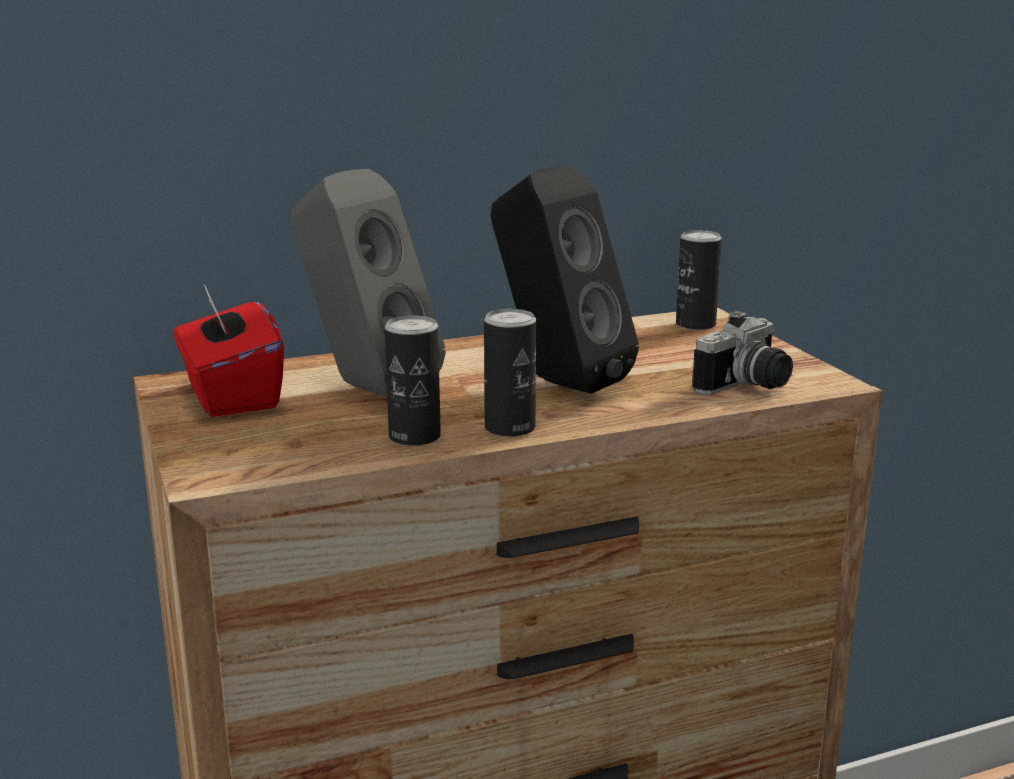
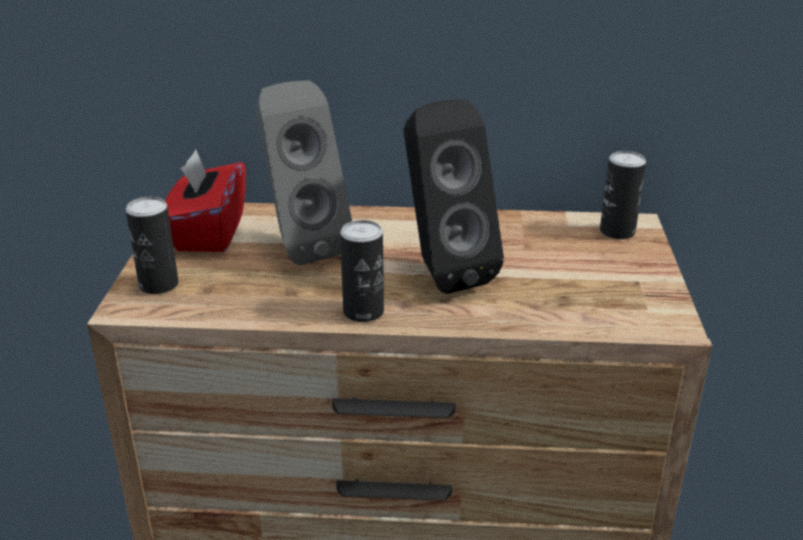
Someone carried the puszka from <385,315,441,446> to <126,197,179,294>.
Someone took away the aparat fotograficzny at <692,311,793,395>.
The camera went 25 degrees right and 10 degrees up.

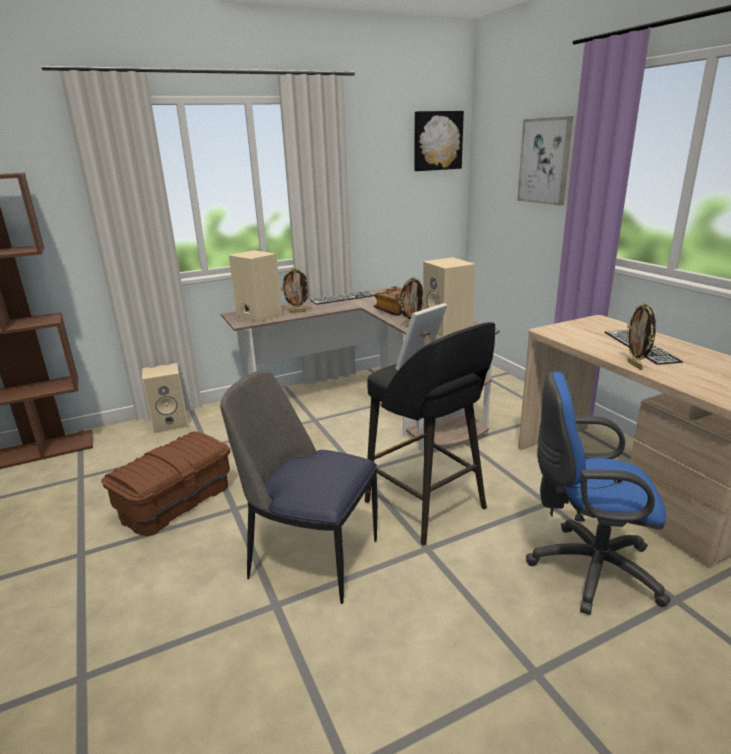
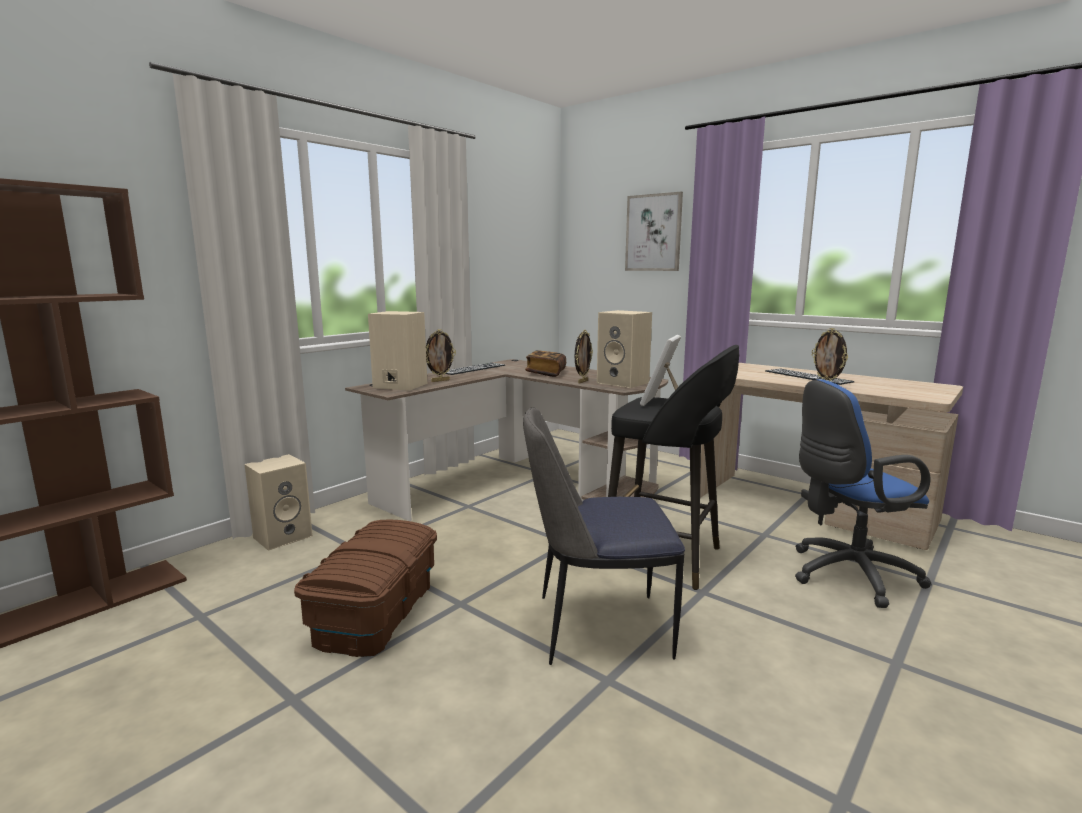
Someone took away the obraz at <414,111,464,171>.
The camera went 25 degrees left and 10 degrees down.

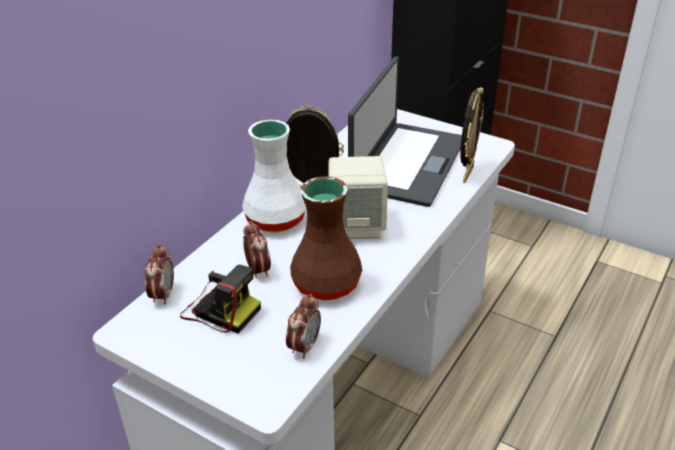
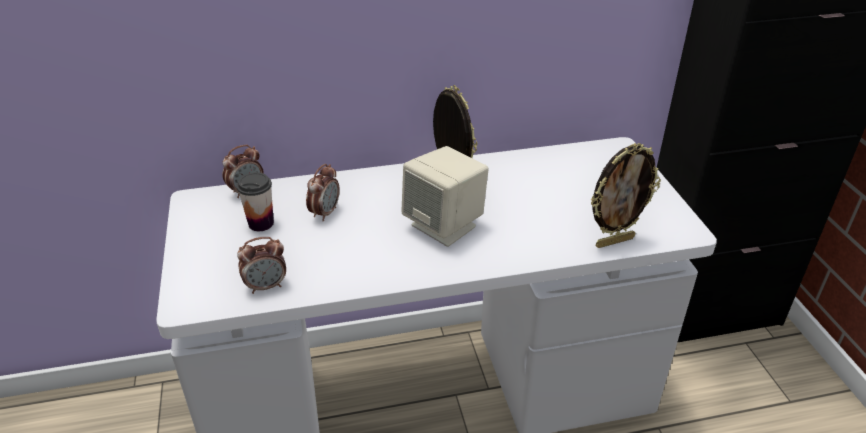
Someone swapped the aparat fotograficzny at <180,265,261,334> for the filiżanka at <237,172,274,231>.
Someone took away the wazon/biały at <242,120,306,233>.
Someone took away the wazon/brązowy at <290,176,362,300>.
Someone took away the laptop at <348,56,462,207>.
The camera went 45 degrees right and 0 degrees up.

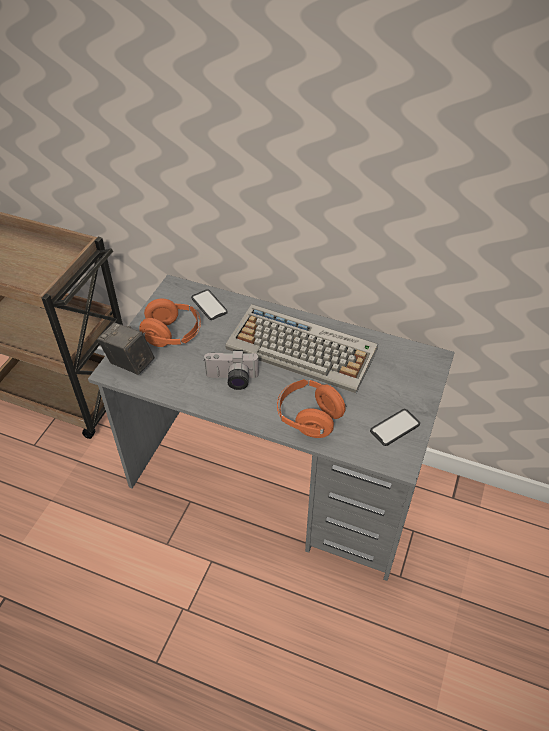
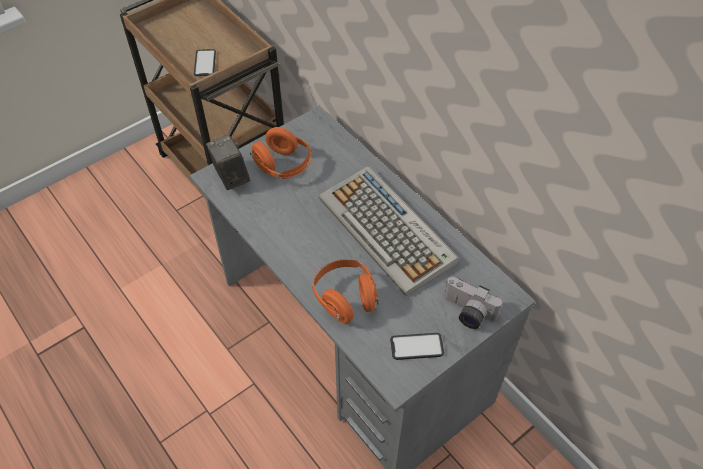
Someone carried the telefon from <191,289,228,320> to <194,49,216,76>.
Someone carried the aparat fotograficzny from <203,350,259,390> to <444,277,502,329>.
The camera went 30 degrees right and 5 degrees up.

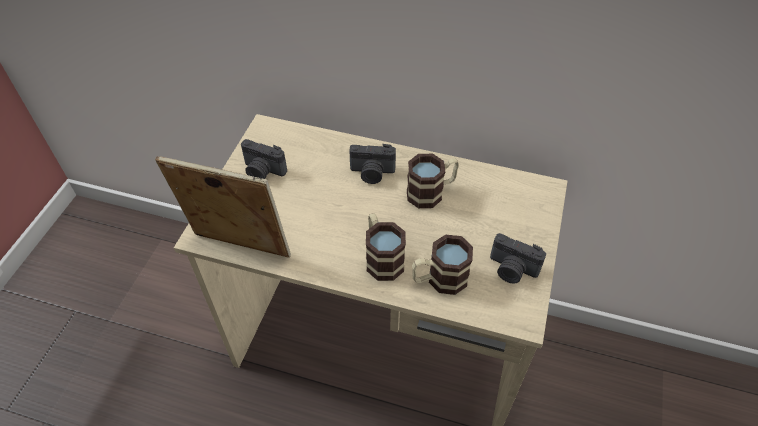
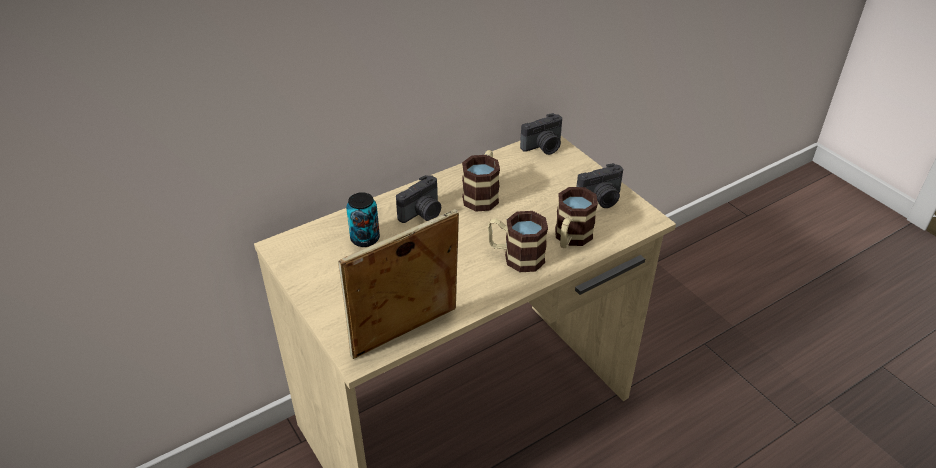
Someone carried the aparat fotograficzny from <241,139,287,179> to <520,113,562,155>.
Someone put down the puszka at <346,192,380,247>.
The camera went 50 degrees left and 10 degrees down.

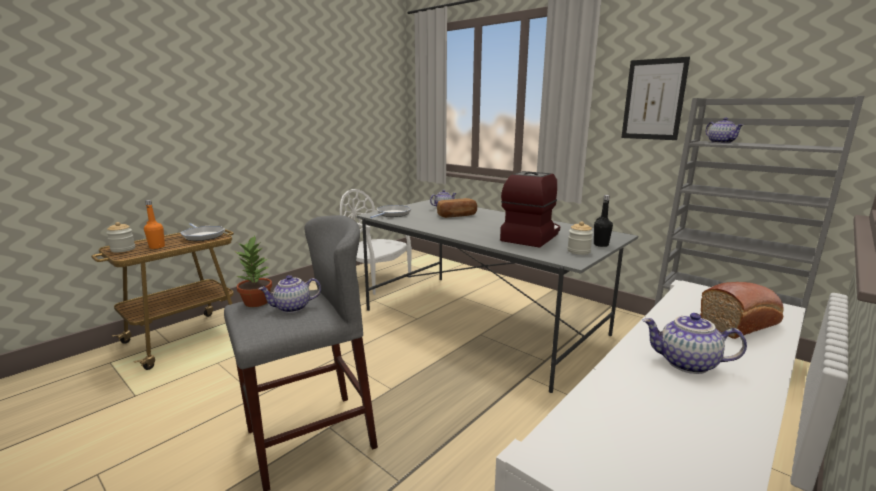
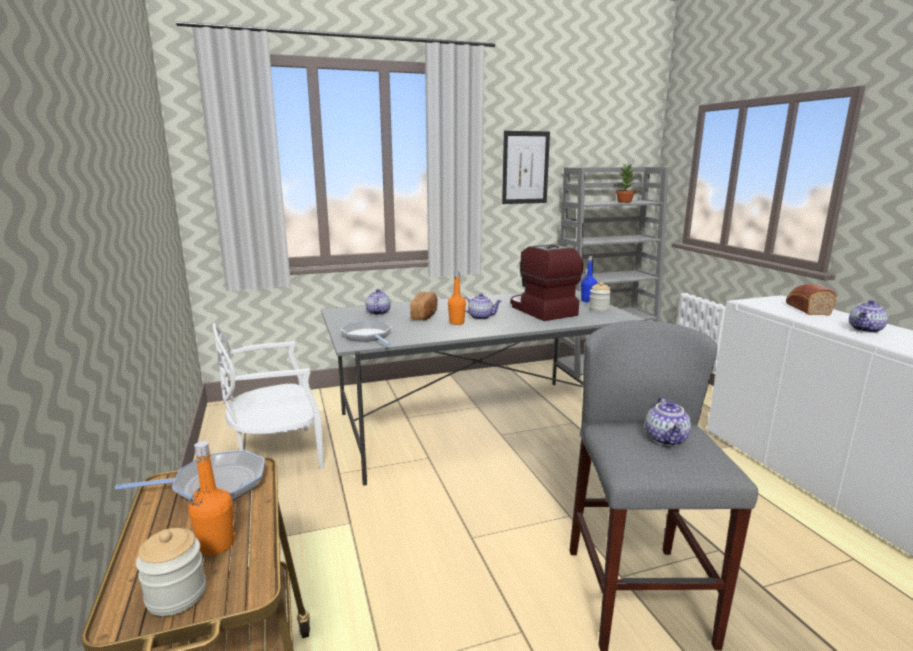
Someone carried the roślina doniczkowa from <236,236,272,307> to <616,162,635,203>.
Someone repainted the butelka/czarny at <594,195,613,247>, which became the butelka/niebieski at <581,256,597,302>.
Someone carried the imbryk from <706,118,743,144> to <464,293,502,320>.
Someone put down the butelka/pomarańczowy at <448,271,466,325>.
The camera went 60 degrees left and 0 degrees up.

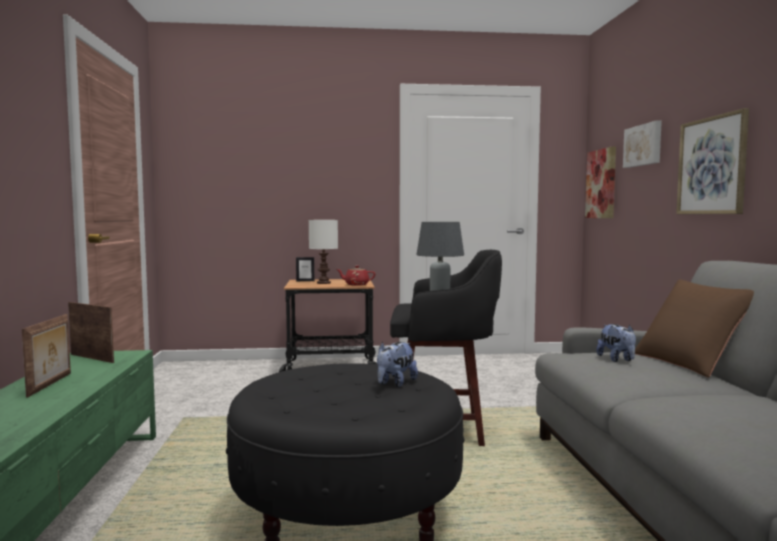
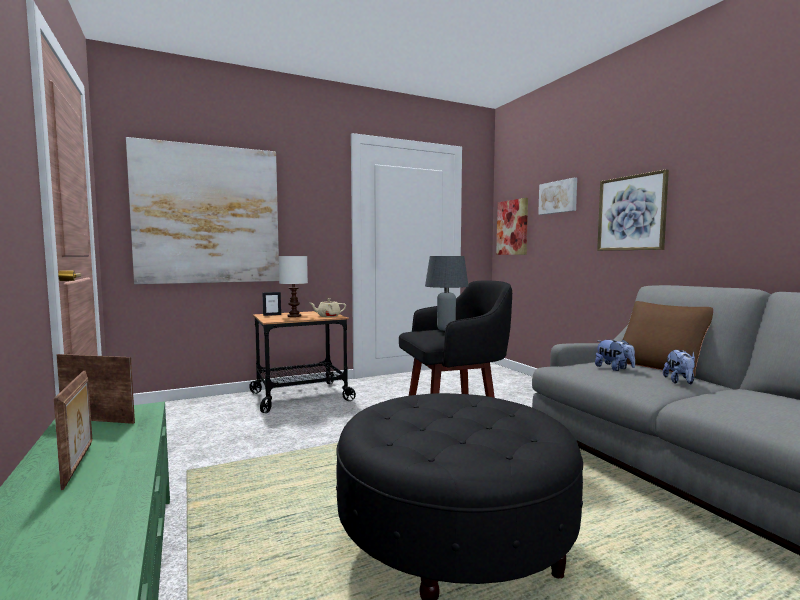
Someone repainted the imbryk/czerwony at <336,266,375,286>, which became the imbryk/beżowy at <310,298,346,317>.
Someone carried the pluszak from <377,342,418,387> to <663,350,695,384>.
Someone put up the obraz at <126,137,279,284>.
The camera went 20 degrees left and 0 degrees up.

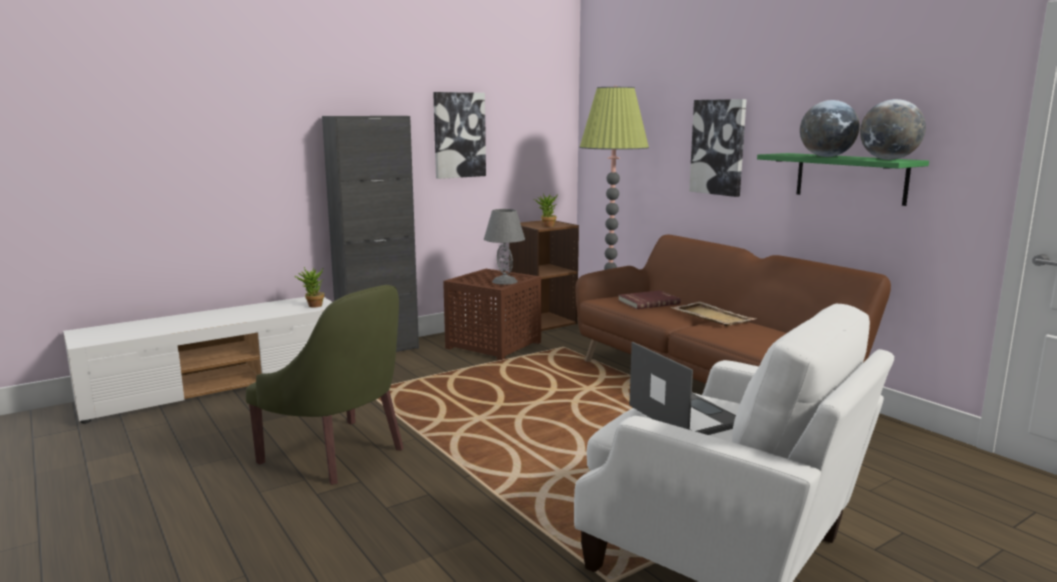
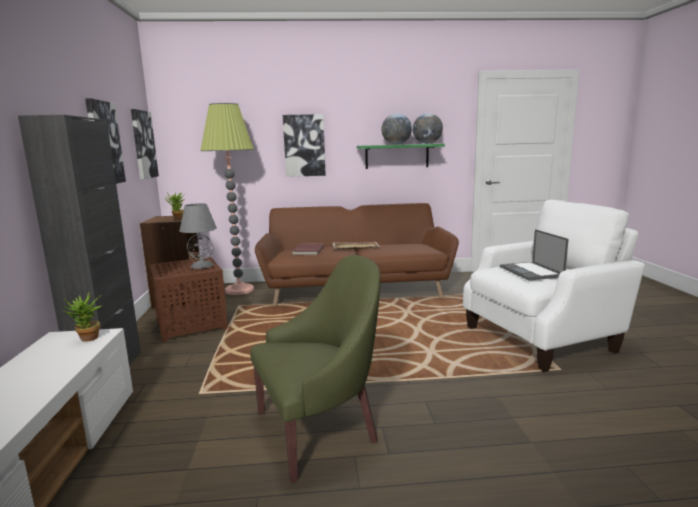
Someone rotated the laptop at <629,342,736,435> by 105 degrees counterclockwise.
Someone put up the obraz at <131,109,159,179>.
The camera went 60 degrees left and 0 degrees up.

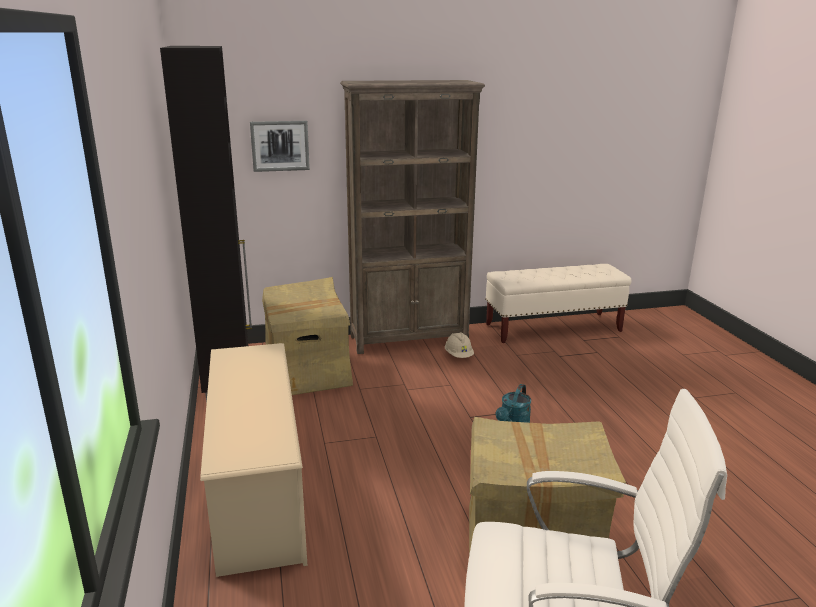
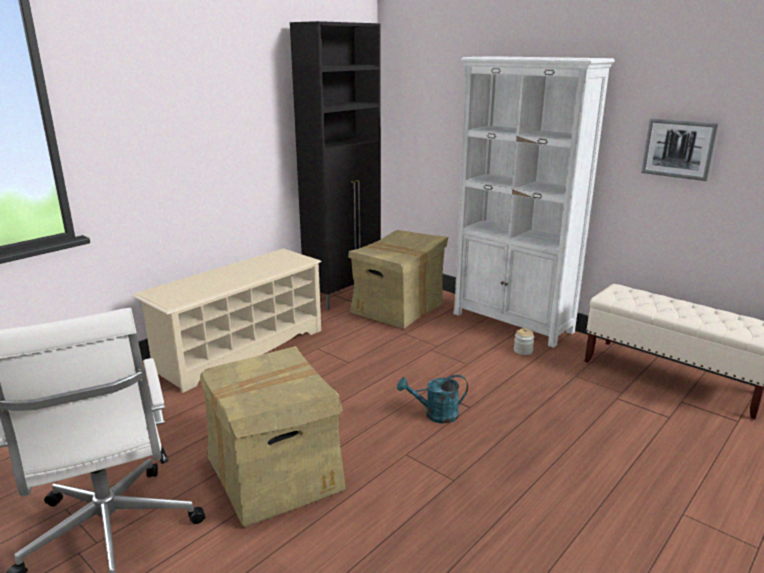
Someone carried the obraz from <250,121,310,172> to <641,118,719,181>.
Someone repainted the regał/brązowy at <340,80,485,354>, which became the regał/biały at <454,56,615,348>.
Someone swapped the kask/beżowy at <445,332,474,358> for the słoik at <514,328,534,355>.
The camera went 55 degrees right and 0 degrees up.

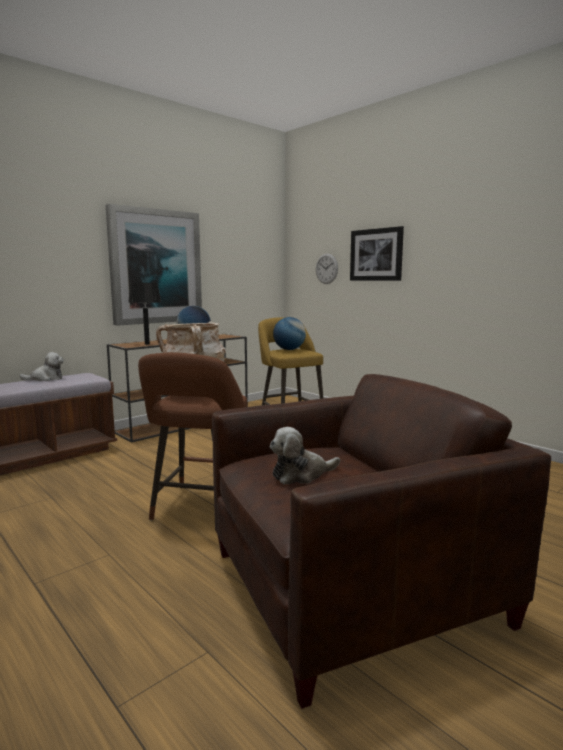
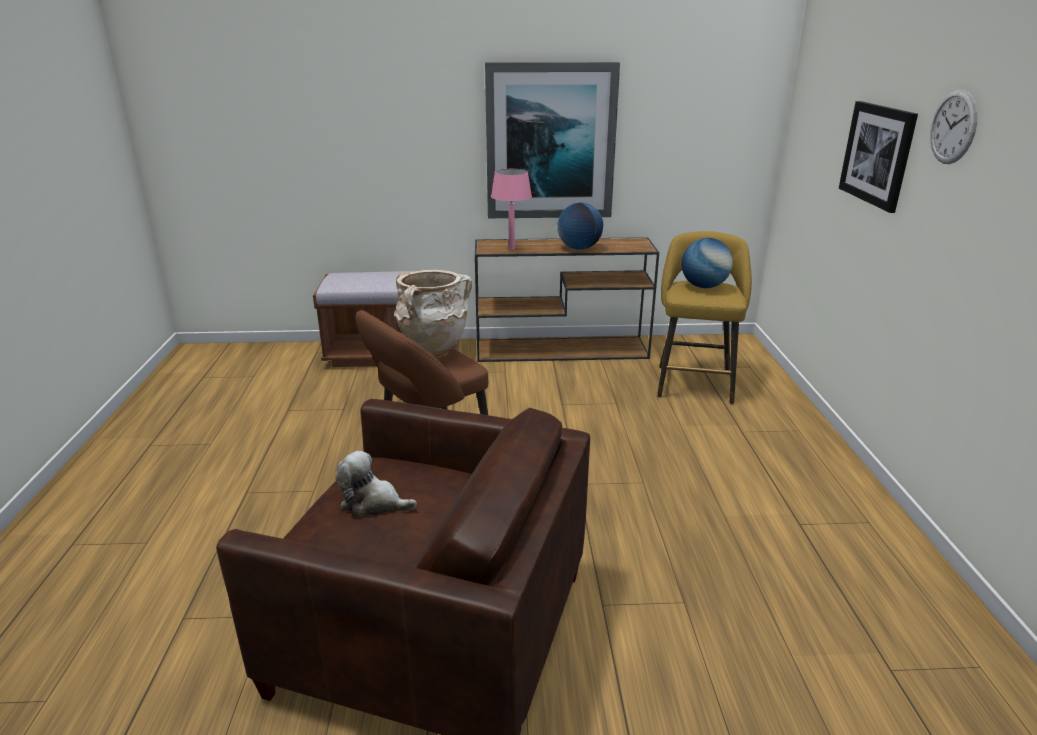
Someone took away the pluszak at <19,352,64,381>.
Someone repainted the lampa stołowa/czarny at <128,283,162,345>, which became the lampa stołowa/różowy at <491,169,532,250>.
Someone carried the zegar ścienny from <316,254,338,284> to <930,90,978,164>.
The camera went 40 degrees right and 15 degrees up.

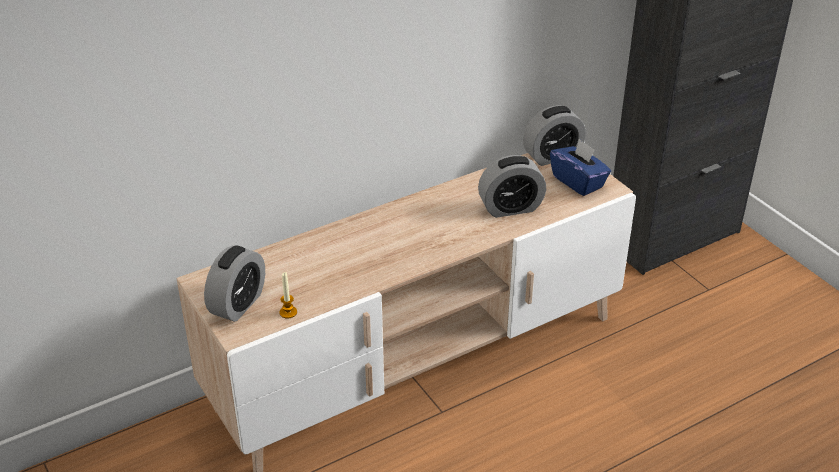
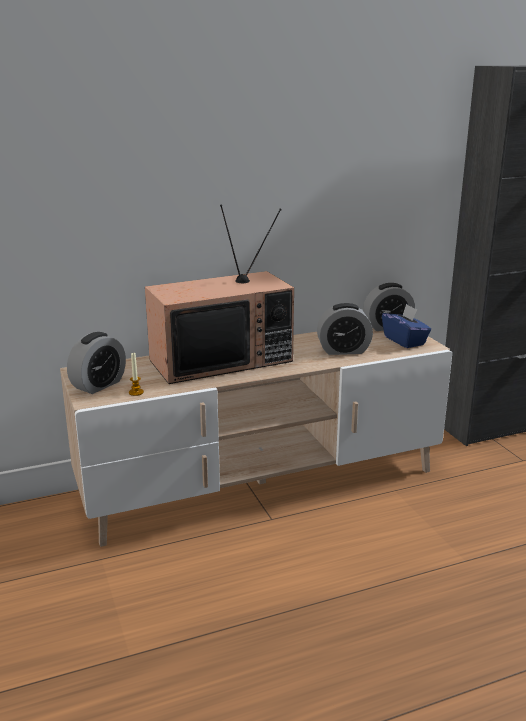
Someone put down the telewizor at <145,205,294,384>.
The camera went 10 degrees right and 15 degrees down.

